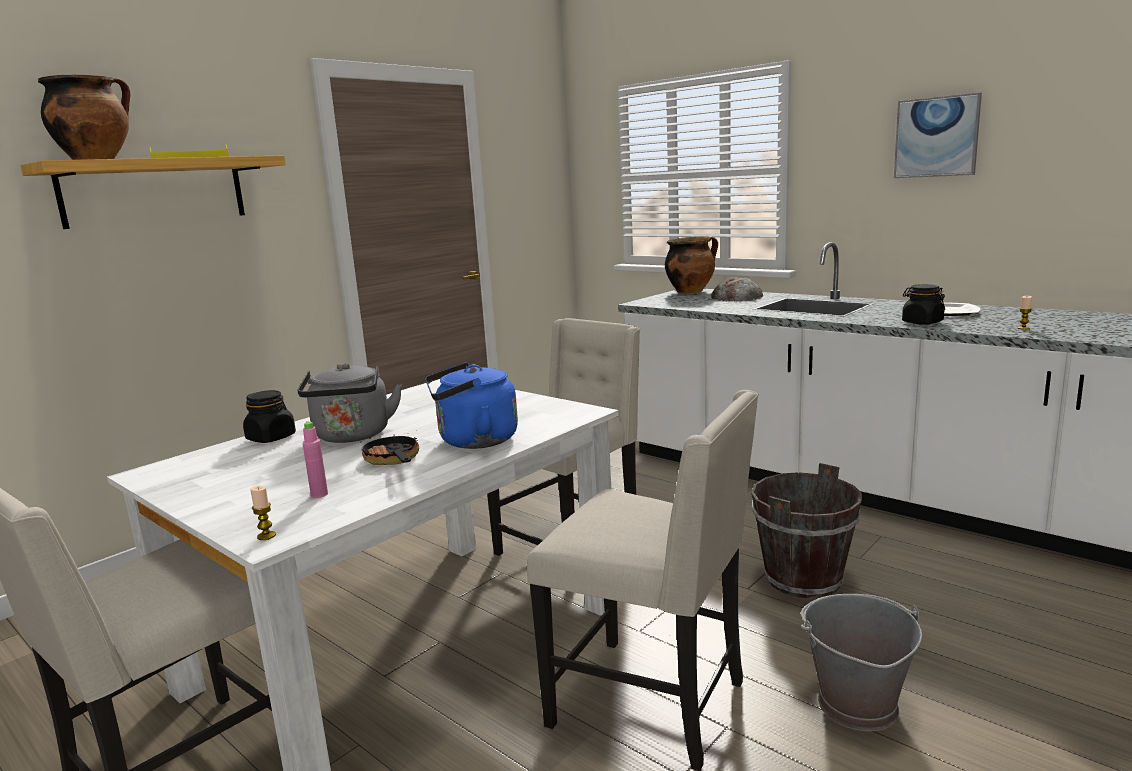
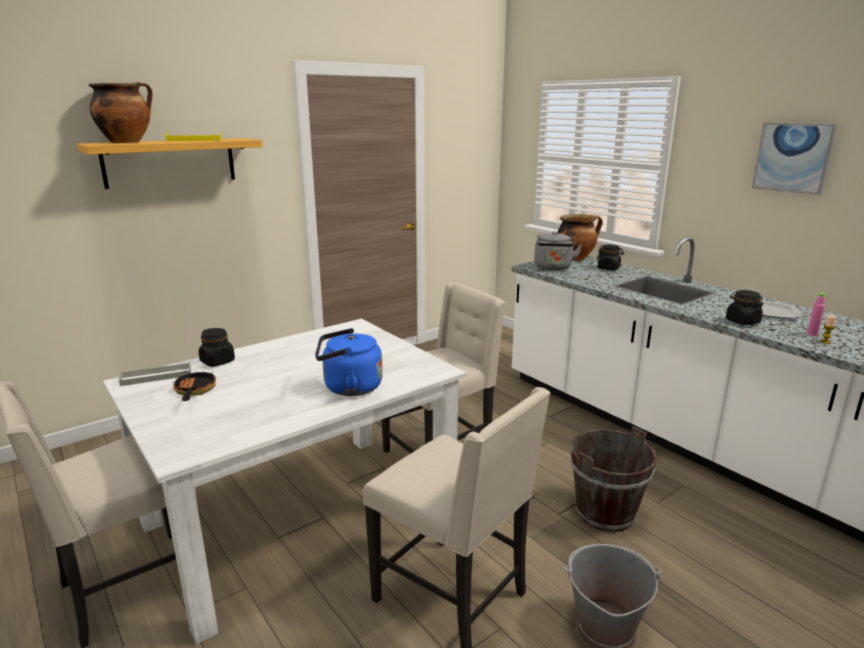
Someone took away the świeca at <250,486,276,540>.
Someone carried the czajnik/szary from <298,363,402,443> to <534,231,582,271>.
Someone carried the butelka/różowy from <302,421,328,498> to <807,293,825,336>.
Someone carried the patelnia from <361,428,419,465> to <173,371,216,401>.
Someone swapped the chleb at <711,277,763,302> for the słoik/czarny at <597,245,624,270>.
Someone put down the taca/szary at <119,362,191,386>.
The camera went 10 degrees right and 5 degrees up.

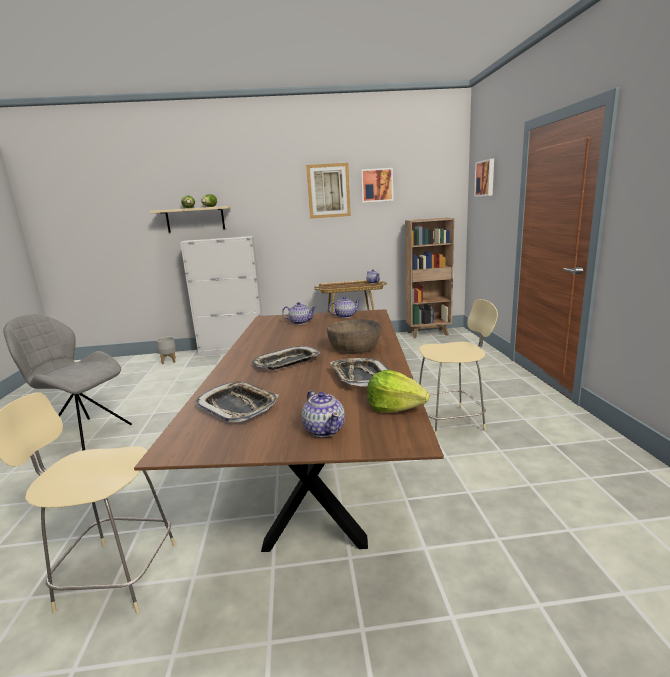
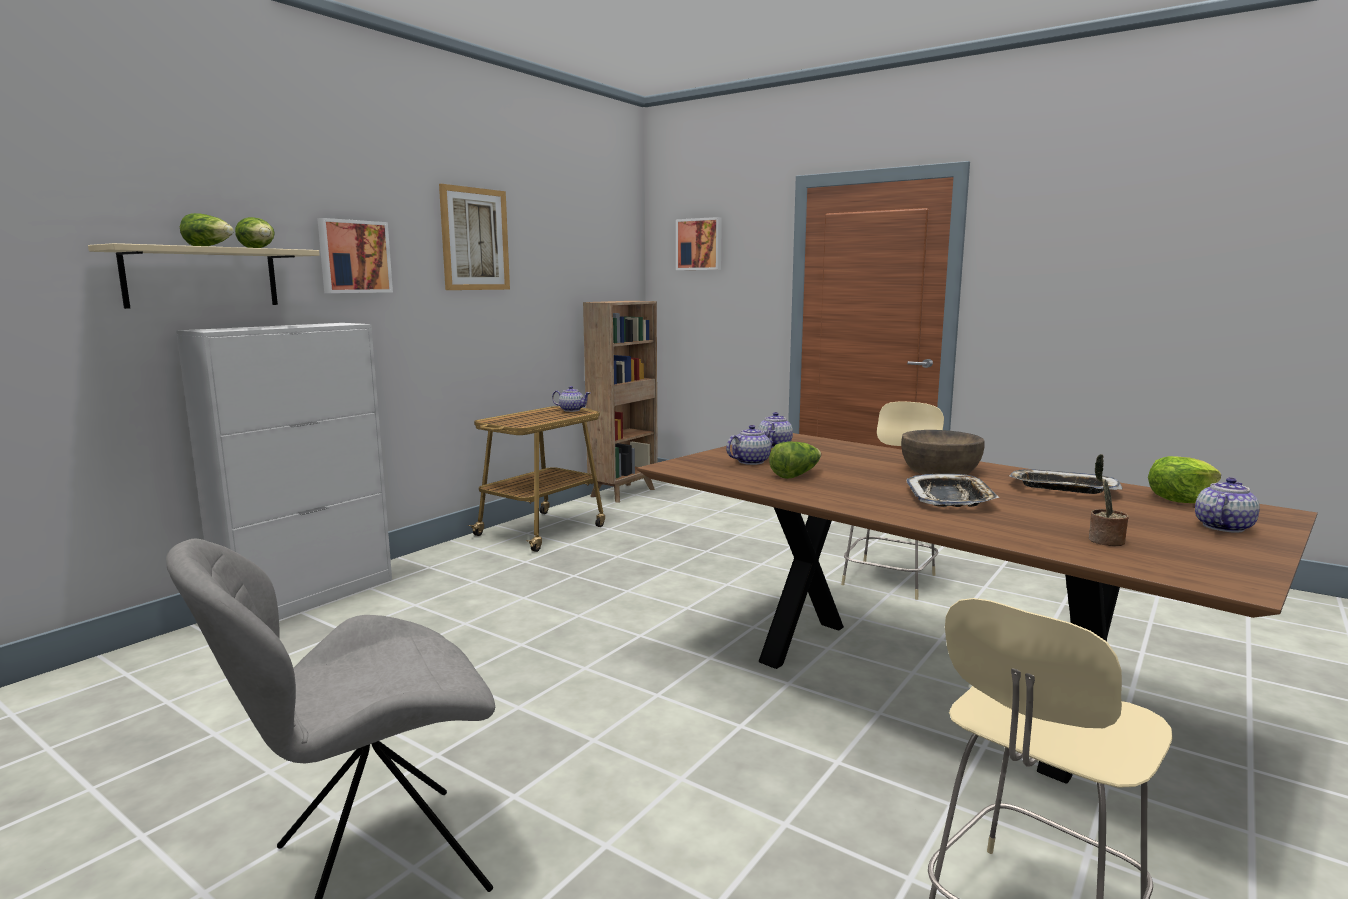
Someone took away the donica/szary at <156,337,176,364>.
Someone swapped the taca at <194,382,279,422> for the roślina doniczkowa at <1089,454,1129,546>.
Someone rotated the imbryk at <302,390,345,437> by 60 degrees counterclockwise.
Someone carried the obraz from <361,168,393,203> to <317,218,393,293>.
Someone put down the sałata at <769,442,821,479>.
The camera went 50 degrees left and 5 degrees down.

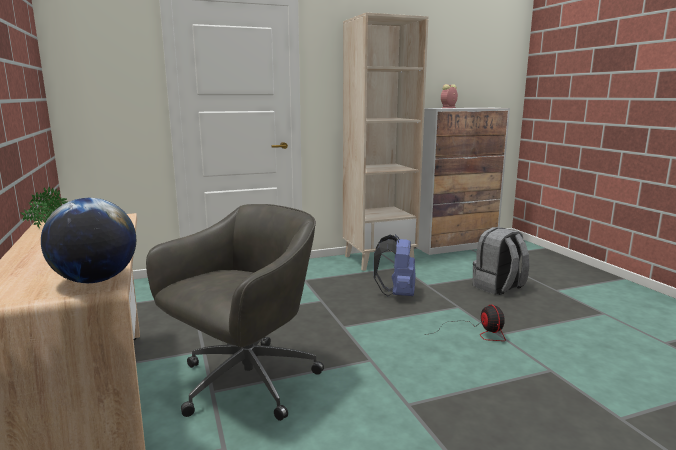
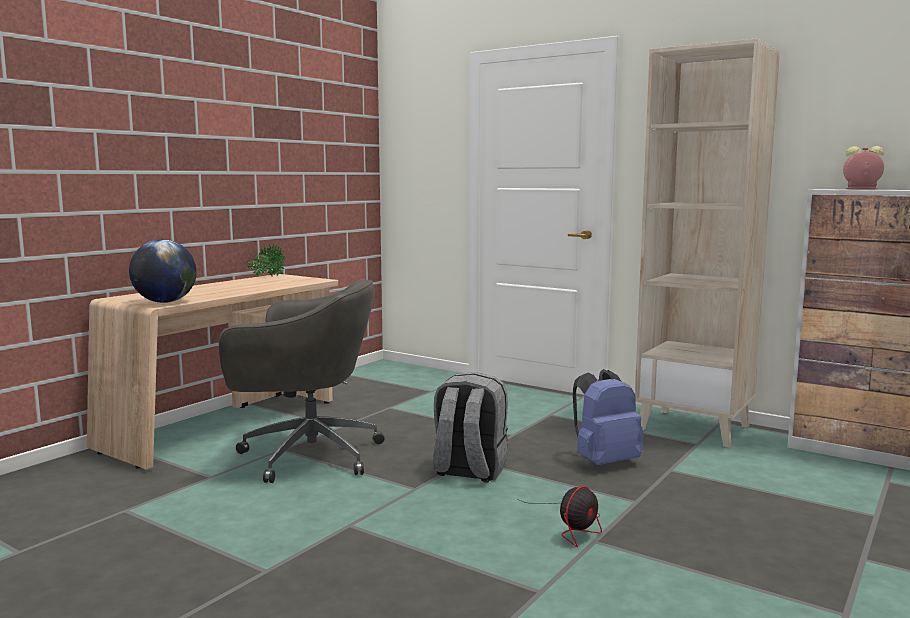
Someone carried the plecak/szary from <472,227,529,295> to <433,372,508,483>.
The camera went 55 degrees right and 5 degrees down.

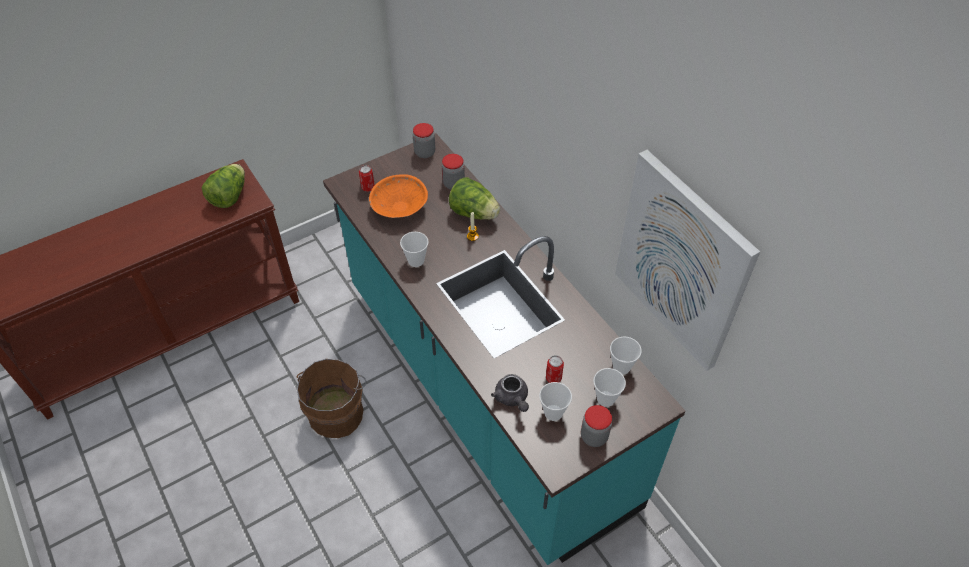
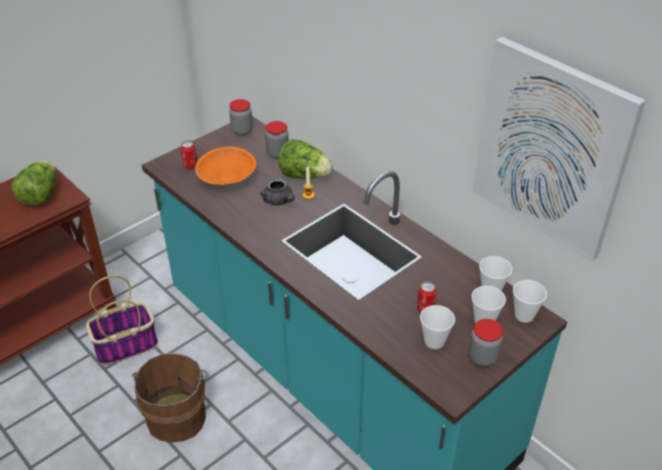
Someone carried the filiżanka from <400,232,429,267> to <513,280,547,323>.
Someone carried the imbryk/szary from <491,374,529,412> to <260,178,295,205>.
Someone put down the koszyk at <86,276,158,365>.
The camera went 10 degrees left and 10 degrees down.

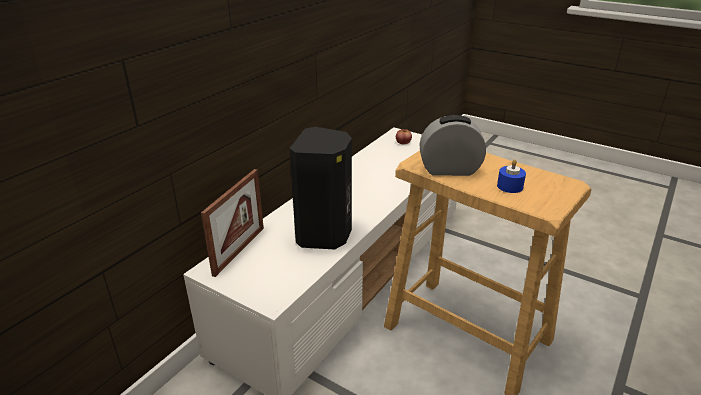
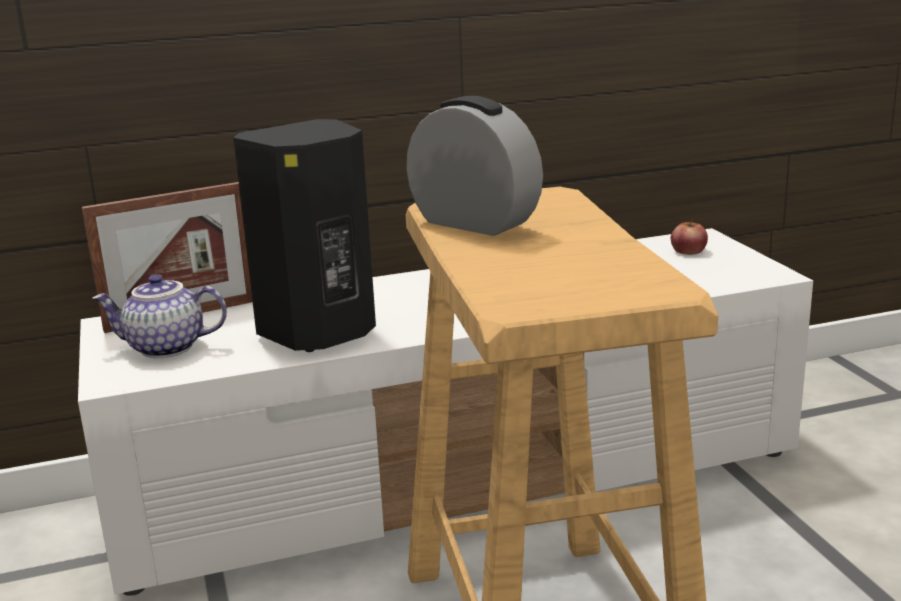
Someone took away the świeca/niebieski at <497,159,526,193>.
Someone put down the imbryk at <92,274,227,358>.
The camera went 40 degrees right and 10 degrees down.

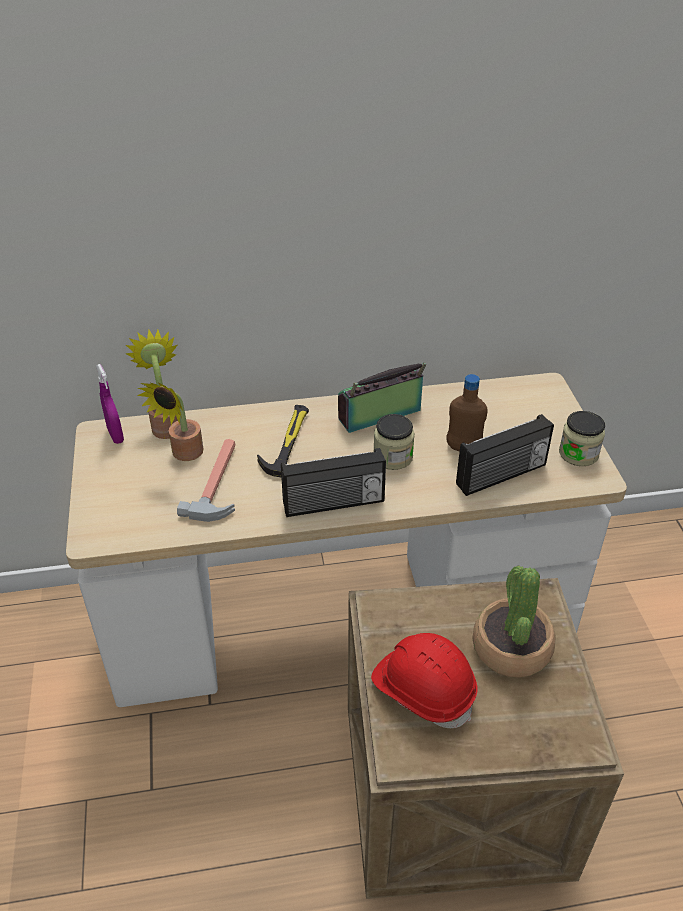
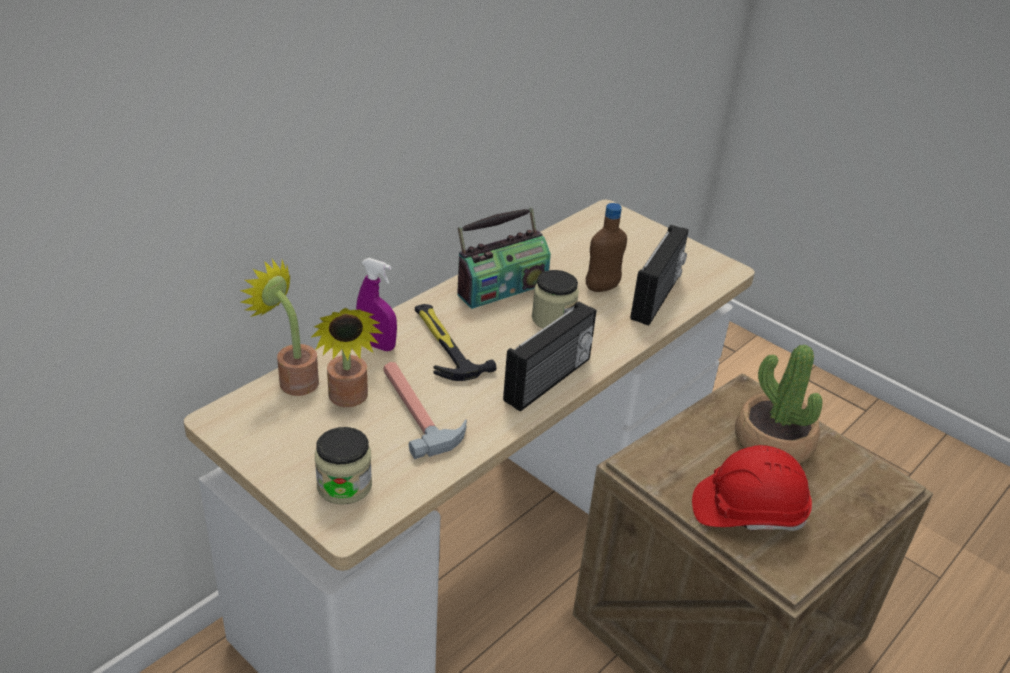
Someone carried the spryskiwacz/fioletowy from <96,364,124,444> to <356,258,397,351>.
Someone rotated the radio at <338,362,426,433> by 150 degrees counterclockwise.
Someone carried the słoik from <559,411,605,466> to <315,427,372,505>.
The camera went 40 degrees left and 5 degrees down.

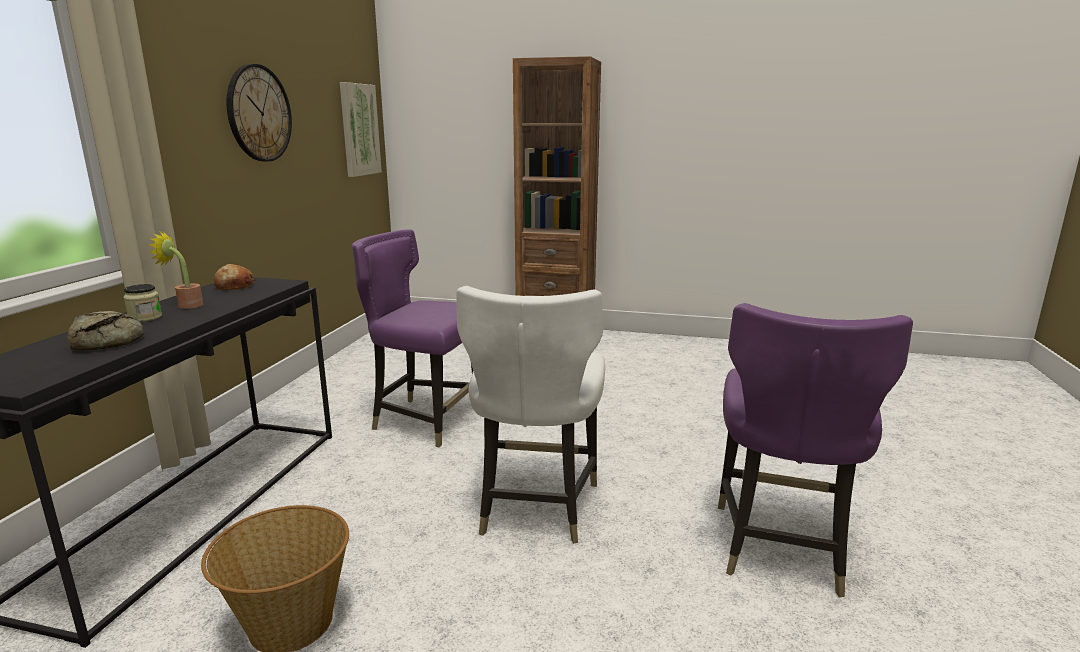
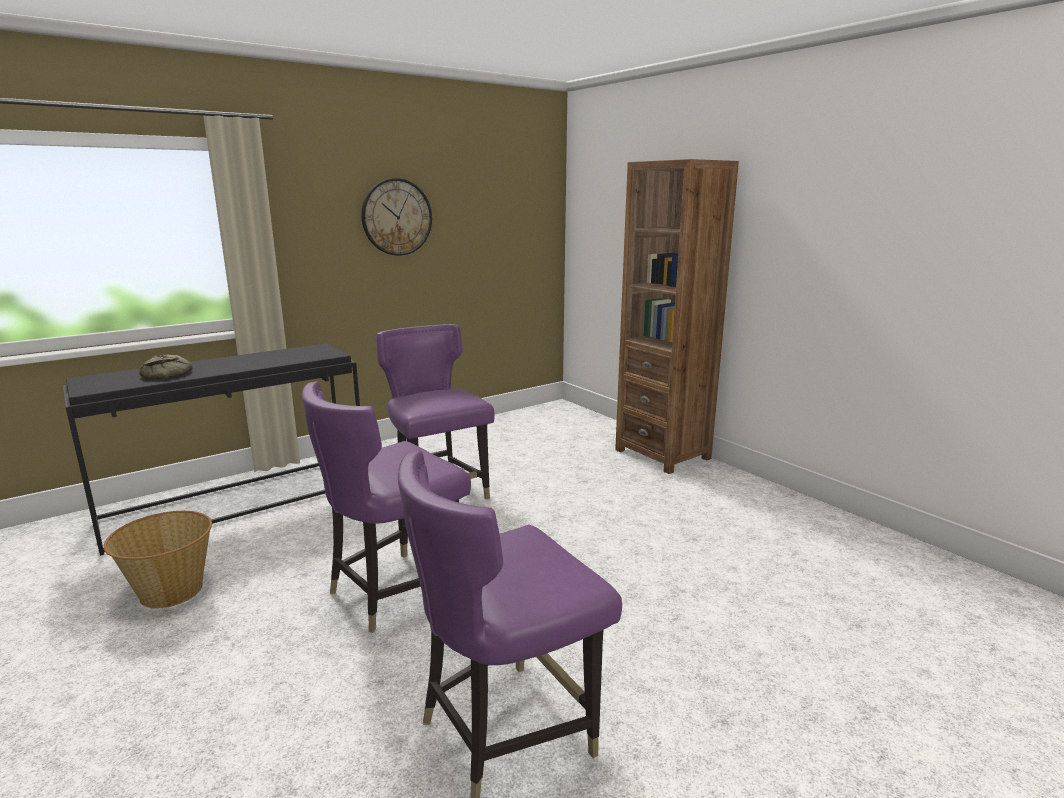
Someone took away the słoik at <123,284,162,322>.
Someone took away the roślina doniczkowa at <149,232,203,309>.
Someone took away the chleb at <214,264,255,290>.
Someone took away the obraz at <340,82,382,177>.
Someone repainted the krzesło/biały at <456,286,605,544>, which became the krzesło/fioletowy at <302,381,471,633>.
The camera went 40 degrees right and 0 degrees up.

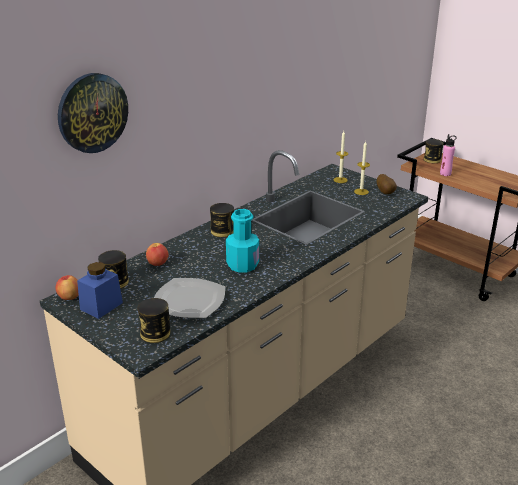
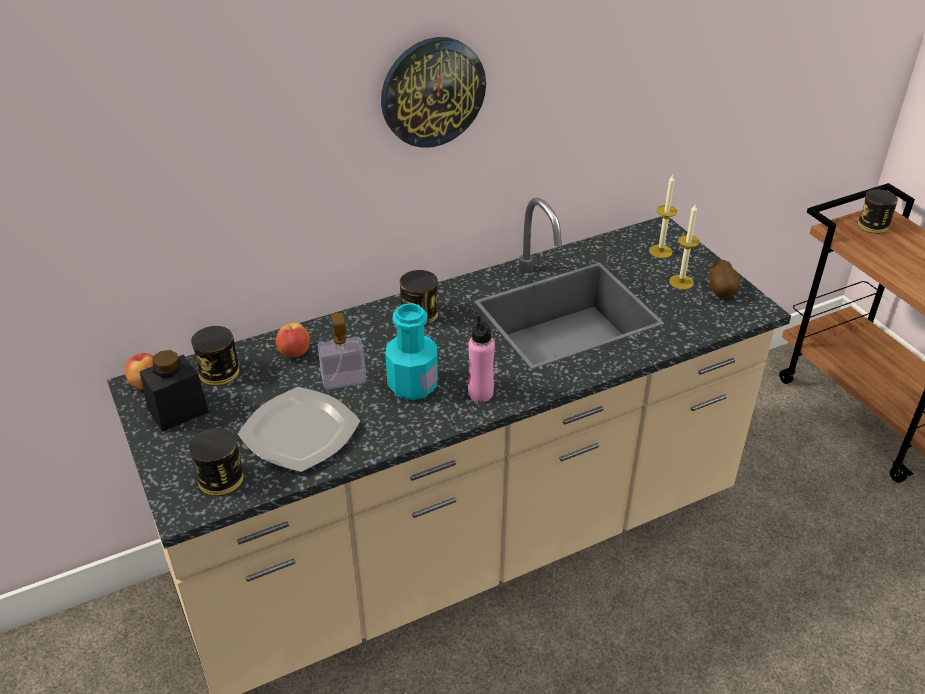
Someone carried the zegar ścienny from <58,73,128,153> to <381,37,486,148>.
Someone repainted the słoik/niebieski at <77,262,123,319>, which became the słoik/czarny at <140,350,209,432>.
Someone carried the butelka/różowy from <440,134,457,176> to <468,316,495,402>.
Someone put down the dozownik mydła at <318,313,366,390>.
The camera went 20 degrees right and 10 degrees up.

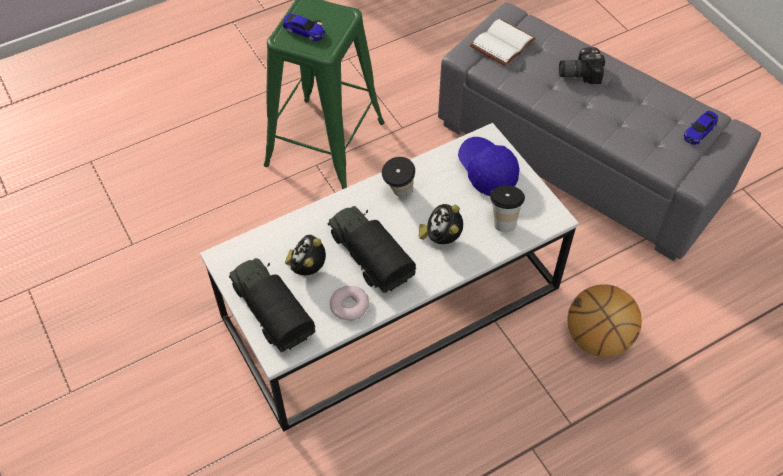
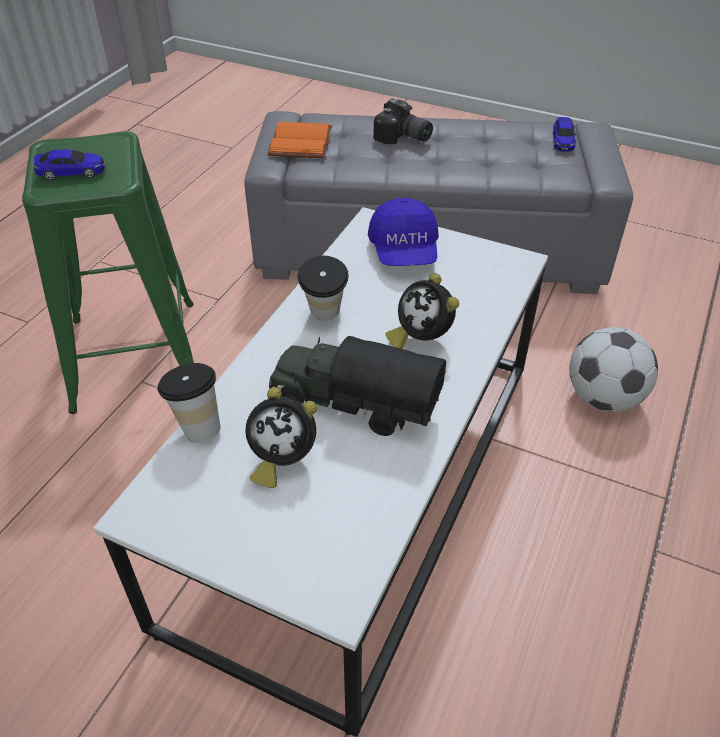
Someone took away the ciężarówka zabawkowa at <229,258,315,352>.
Someone rotated the budzik at <285,235,326,275> by 60 degrees counterclockwise.
Someone took away the donut at <330,286,370,321>.
Someone rotated the czapka z daszkiem/niebieski at <458,137,519,196> by 120 degrees counterclockwise.
Someone repainted the książka/biały at <470,19,536,66>, which became the książka/pomarańczowy at <268,122,332,158>.
Someone carried the filiżanka from <490,185,525,232> to <157,363,221,443>.
Someone rotated the aparat fotograficzny at <559,47,605,84> by 105 degrees counterclockwise.
Someone swapped the piłka do koszykówki at <568,284,642,357> for the piłka futbolowa at <569,327,658,412>.
The camera went 35 degrees left and 10 degrees down.

